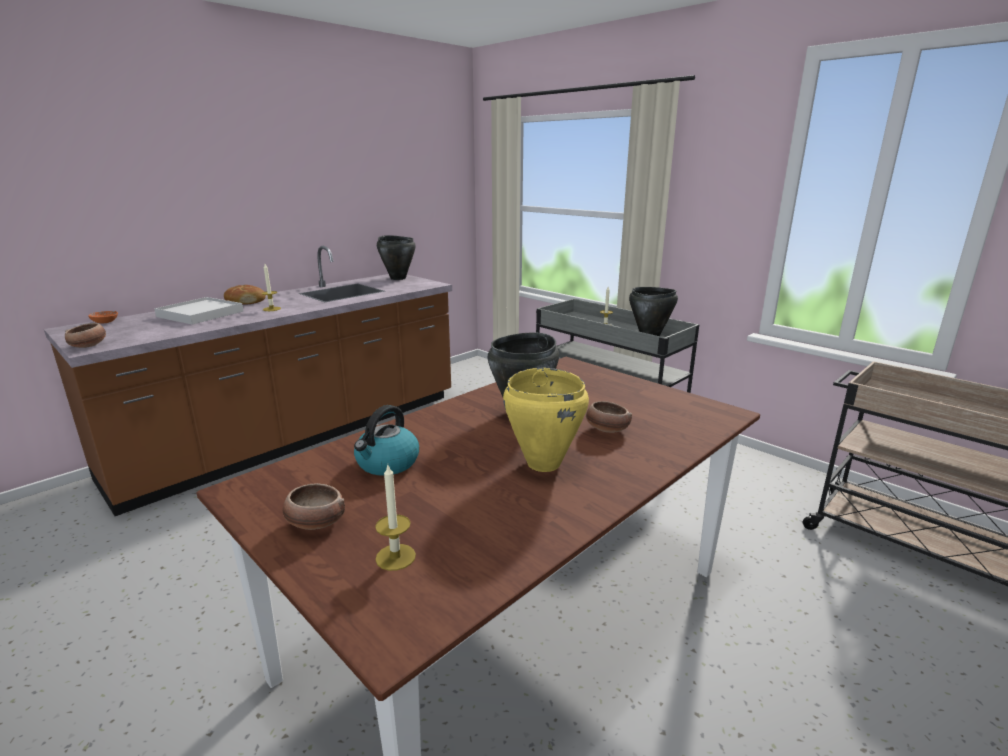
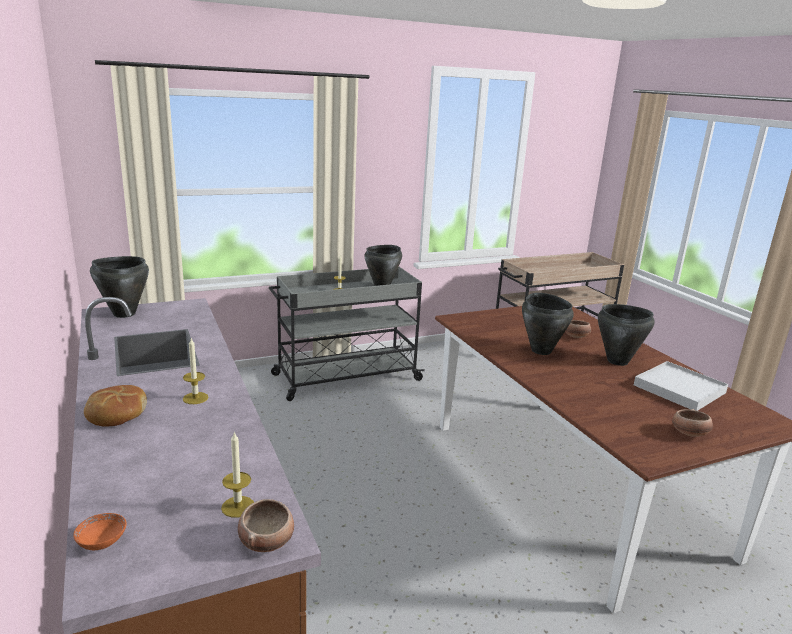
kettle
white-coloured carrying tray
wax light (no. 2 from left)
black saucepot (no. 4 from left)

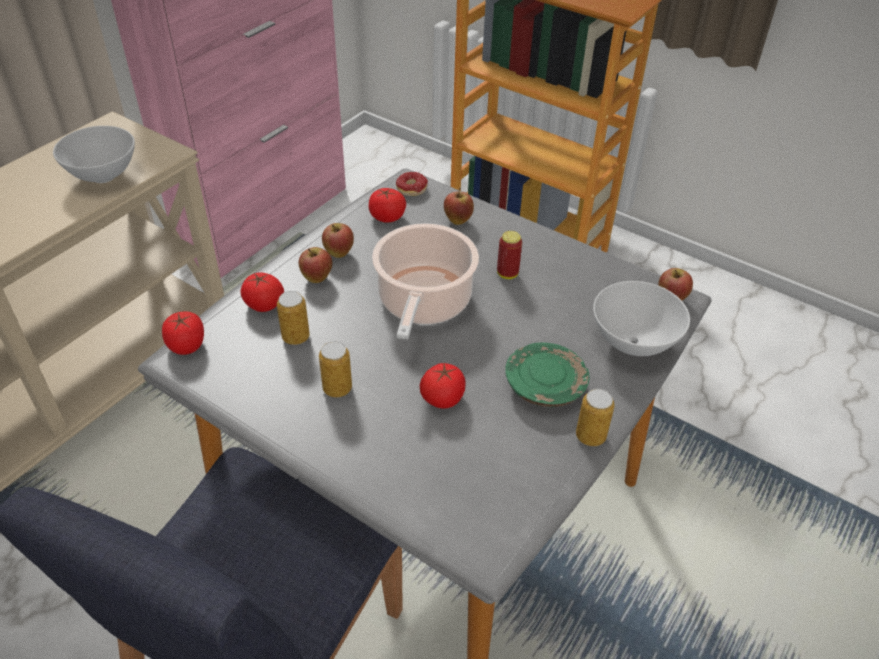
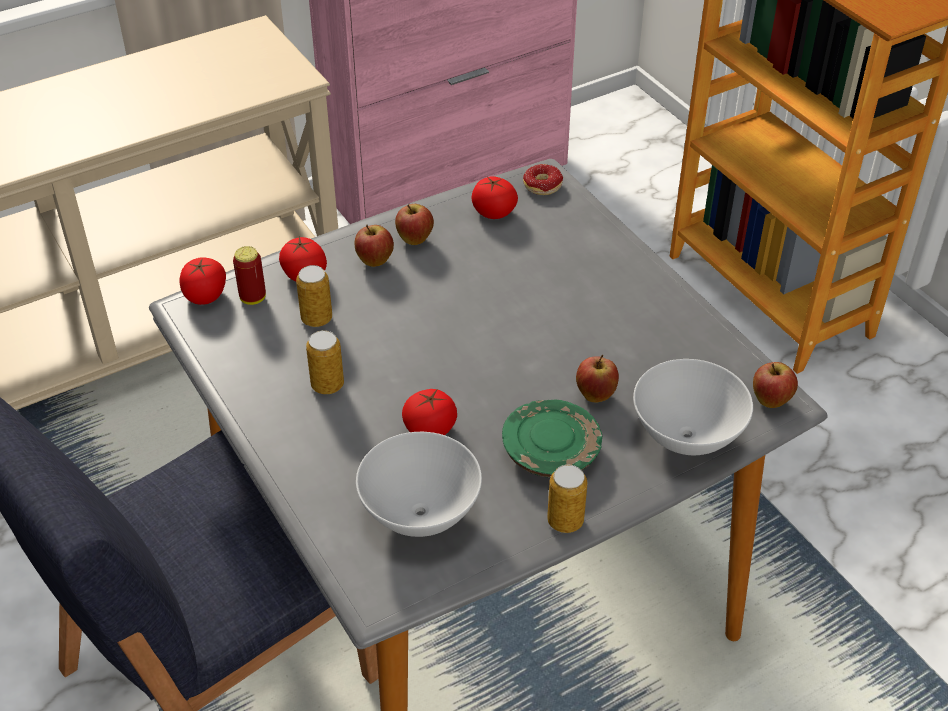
saucepot
white-coloured serving bowl (no. 1 from left)
apple (no. 3 from left)
sealed can (no. 1 from left)

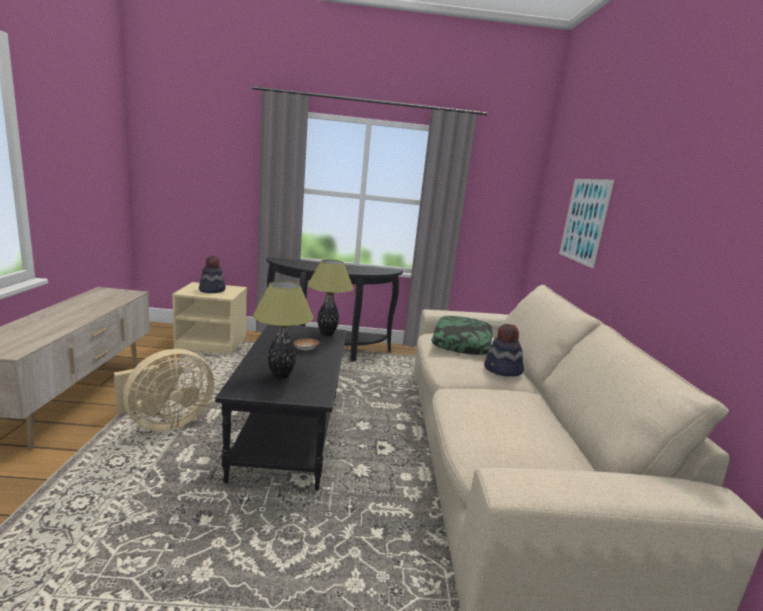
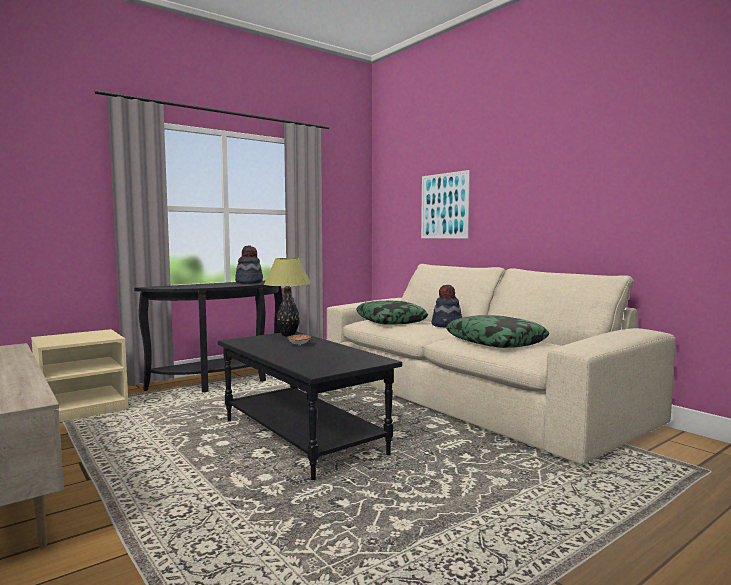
beige fan
table lamp (no. 1 from left in the first image)
pillow (no. 2 from left)
clothing hat (no. 1 from left)

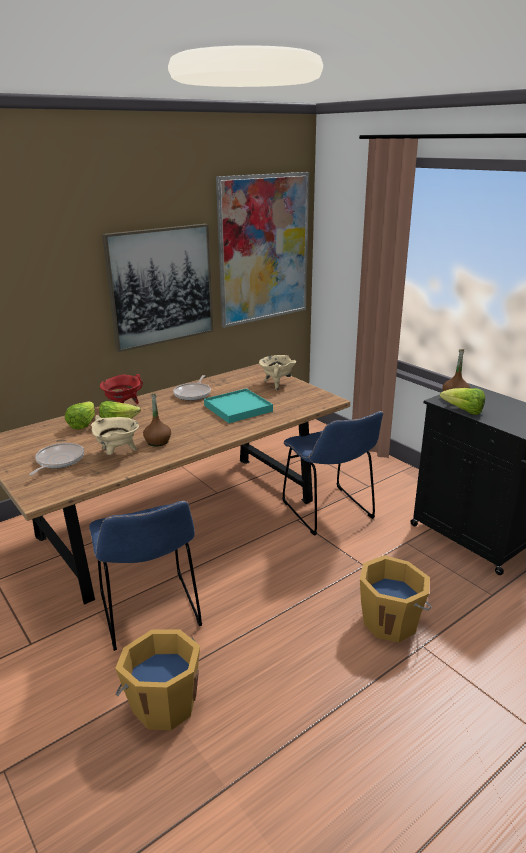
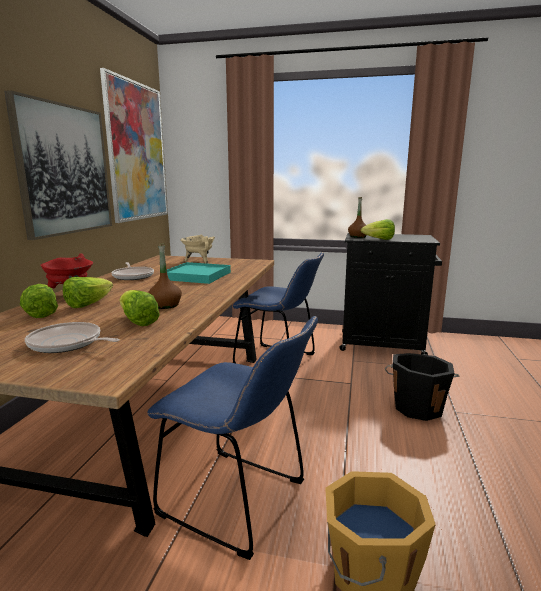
head of lettuce (no. 3 from left)
black water bucket
pan (no. 1 from left)

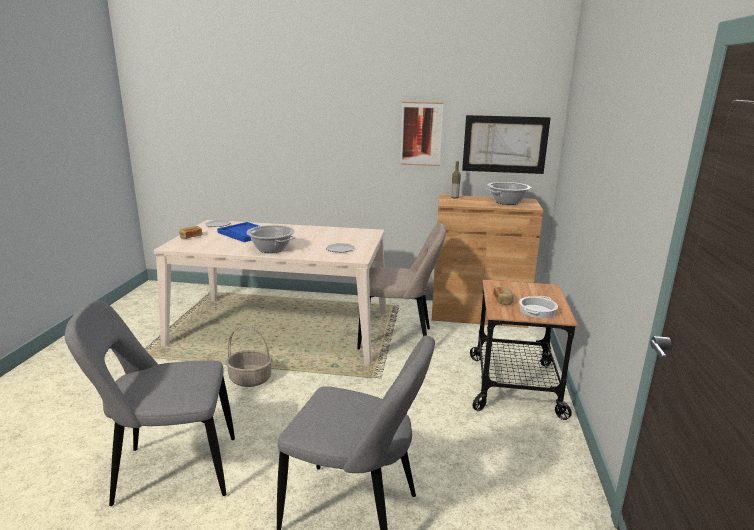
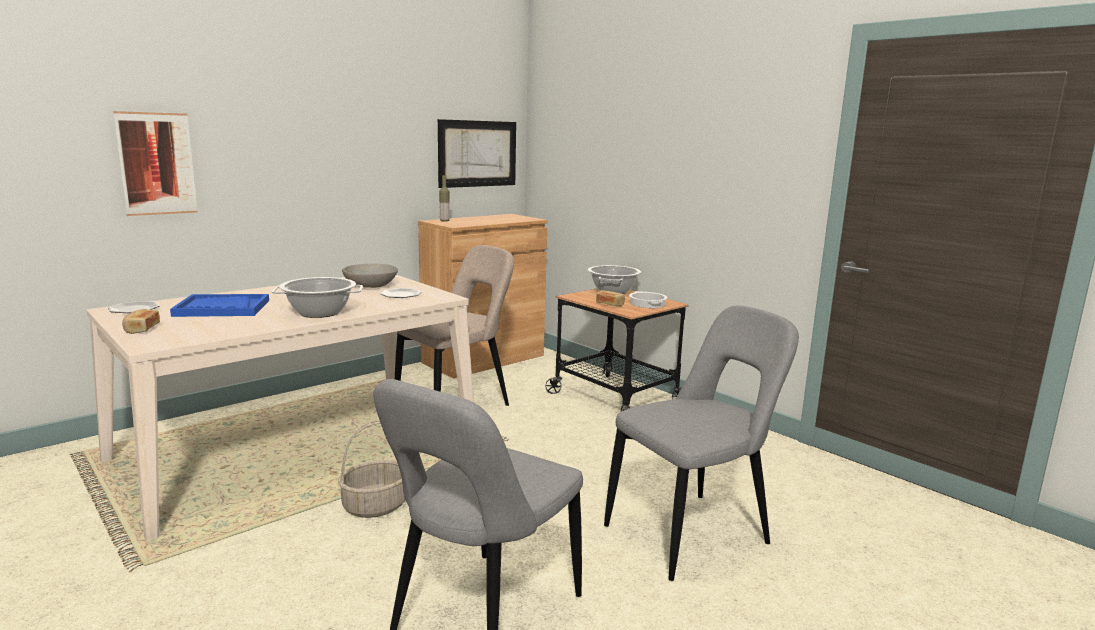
greyish serving bowl
picture (no. 1 from left)
saucepot (no. 2 from left)

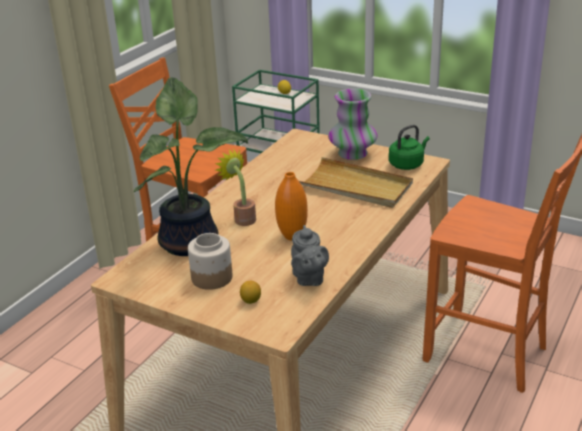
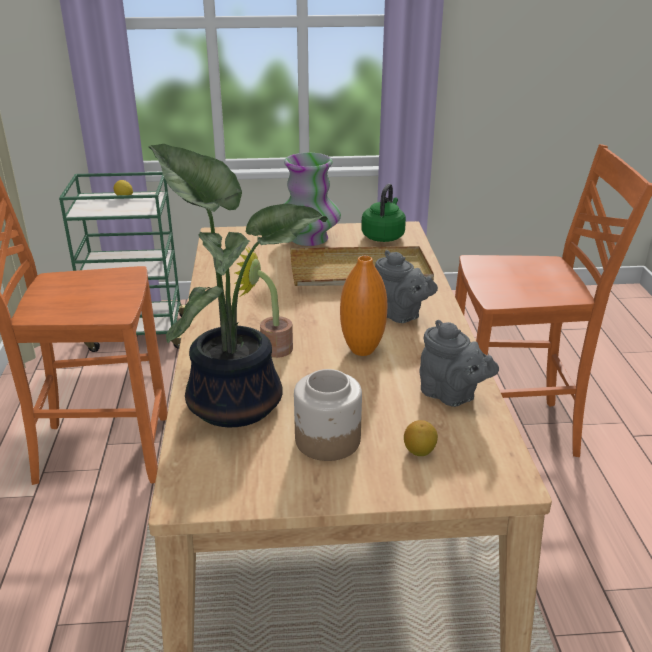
greyish tea pot (no. 1 from left)

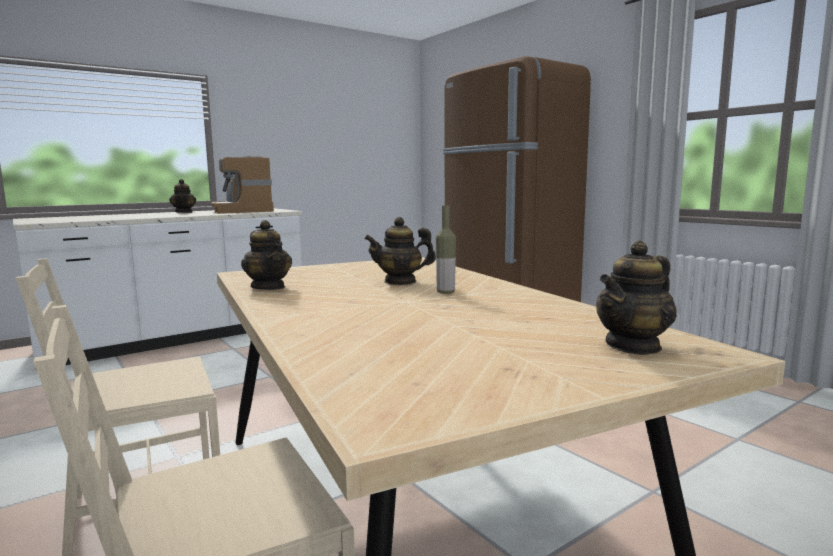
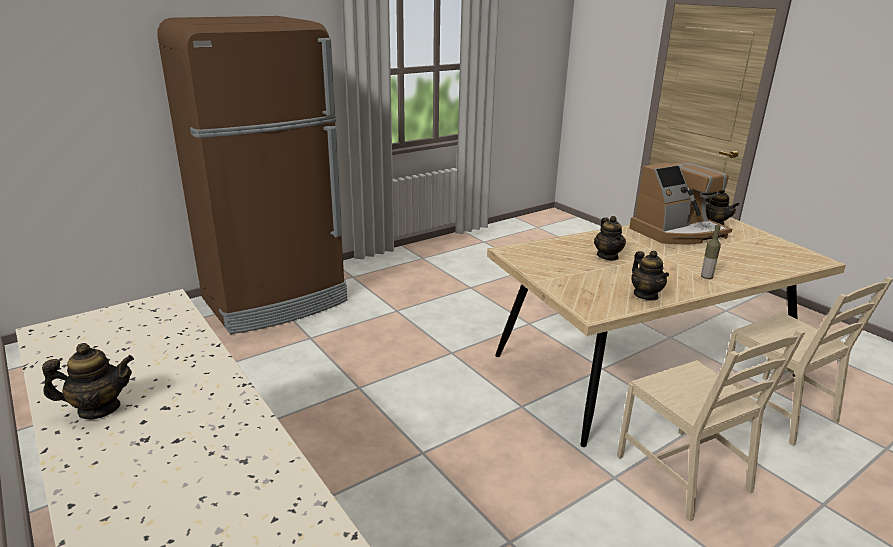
coffee brewer
beverage bottle
tea pot (no. 3 from left)

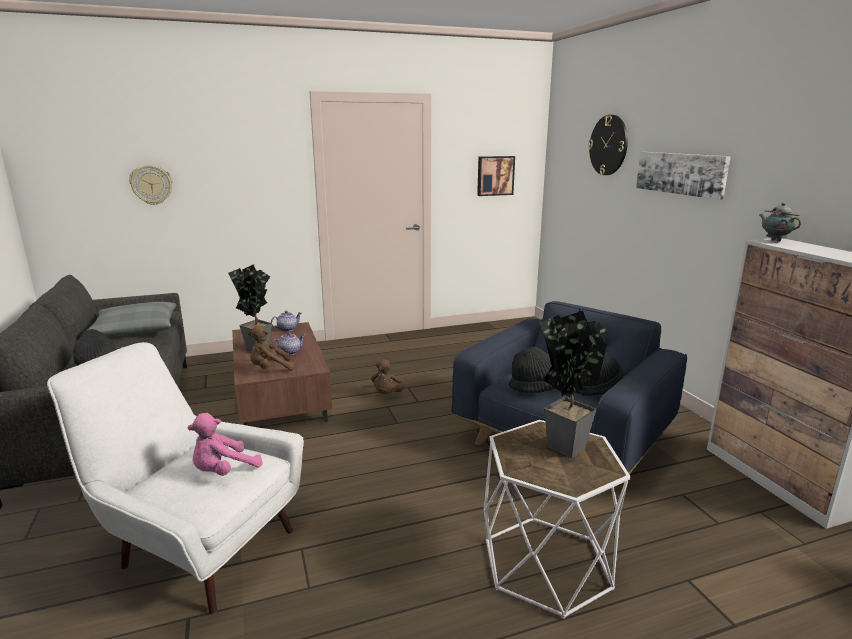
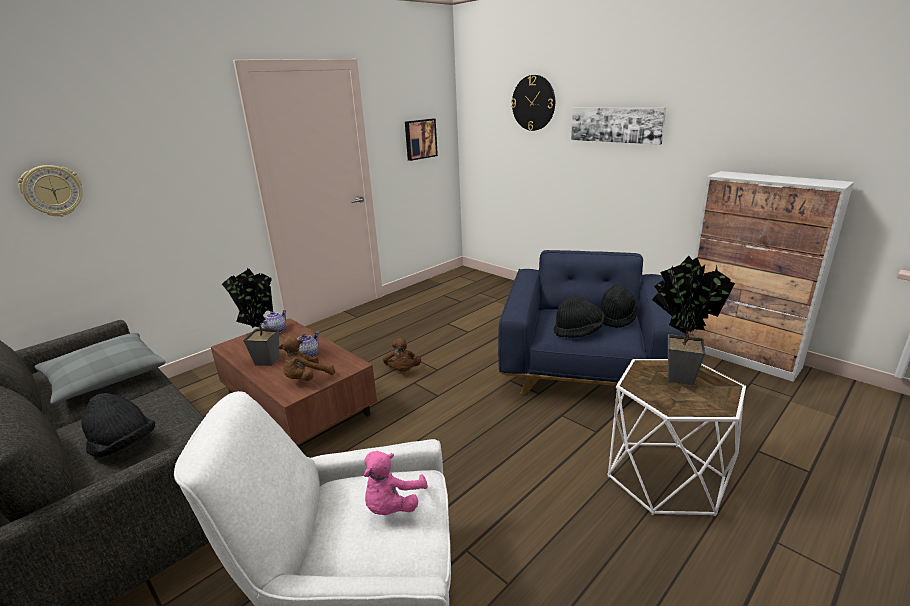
tea pot (no. 3 from left in the first image)

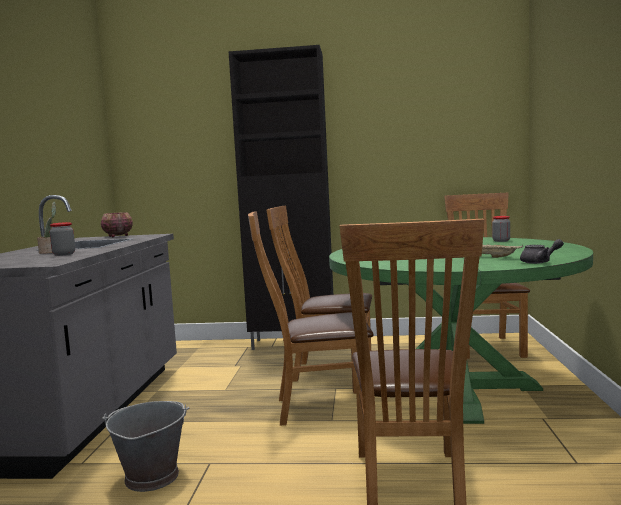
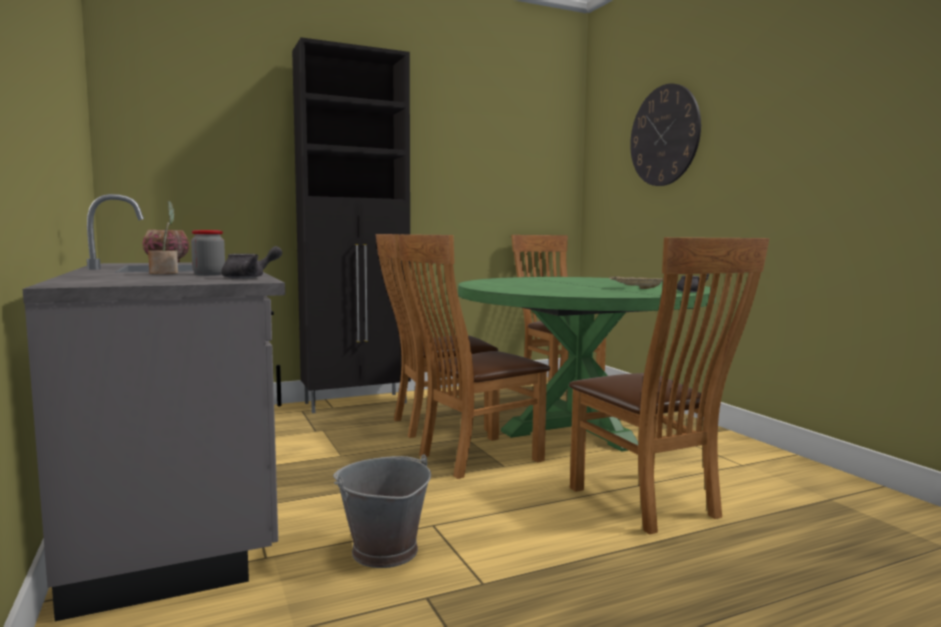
jar (no. 2 from left in the first image)
greyish tea pot (no. 1 from left)
hanging clock

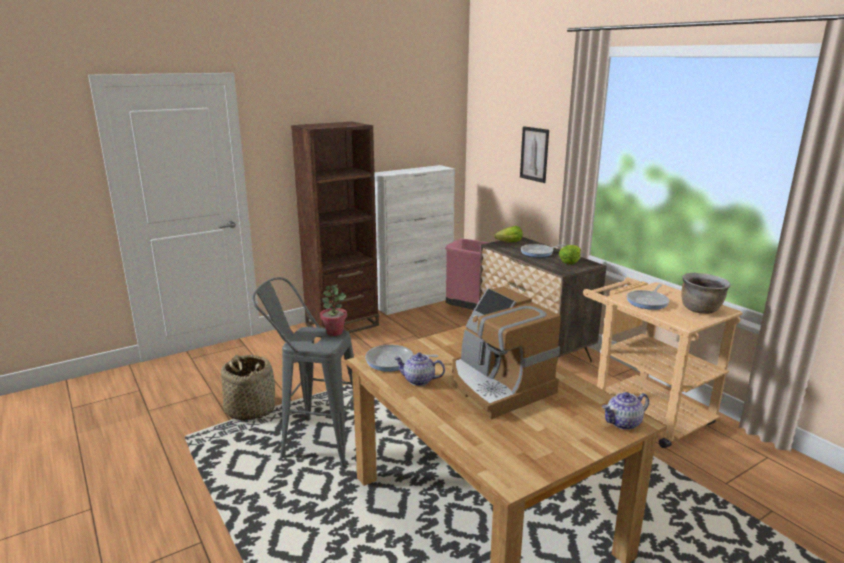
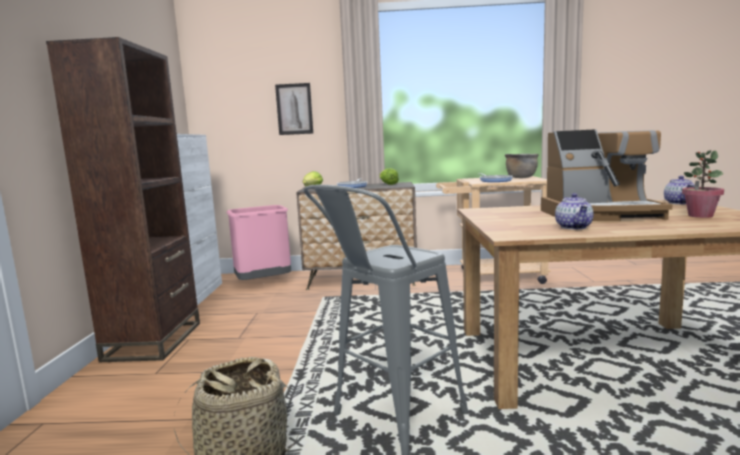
pan (no. 1 from left in the first image)
houseplant
tea pot (no. 1 from left)

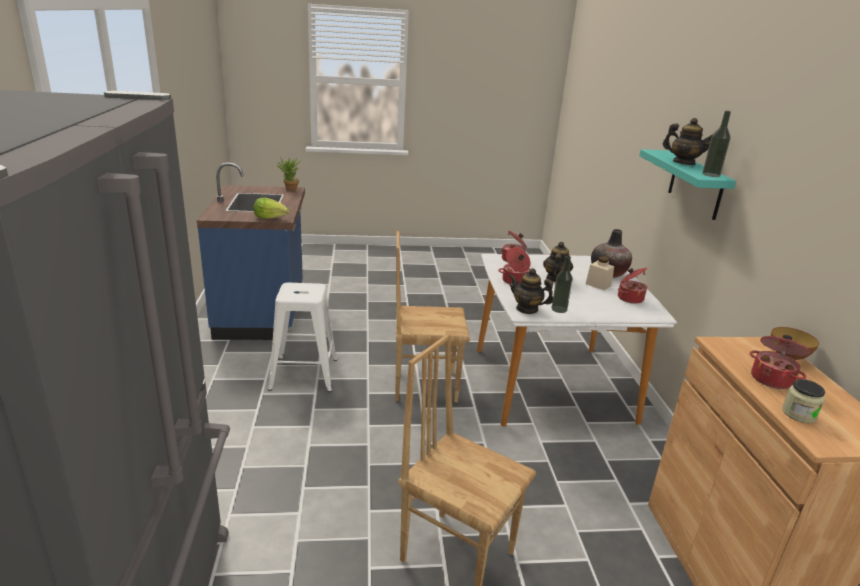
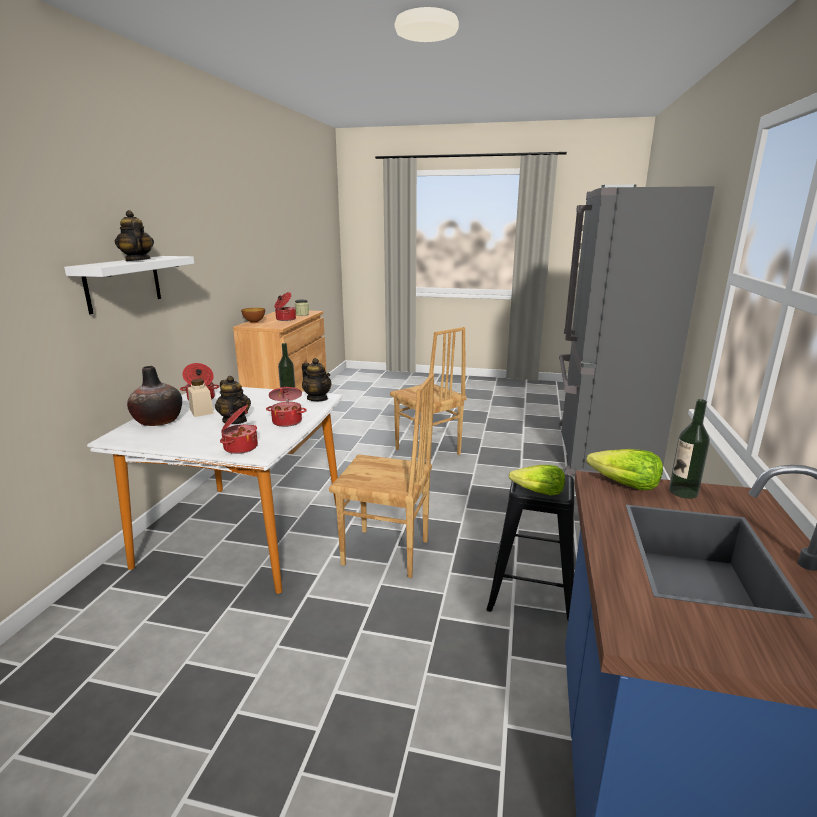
houseplant
head of lettuce (no. 1 from left)
beverage bottle (no. 2 from left)
black sitting stool
white-coloured bracket shelf
tea pot (no. 2 from left)

